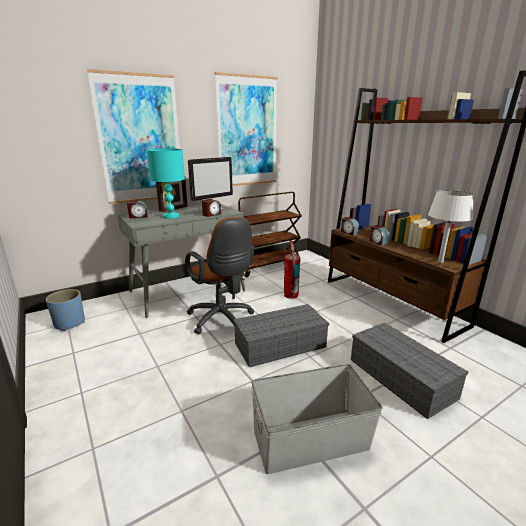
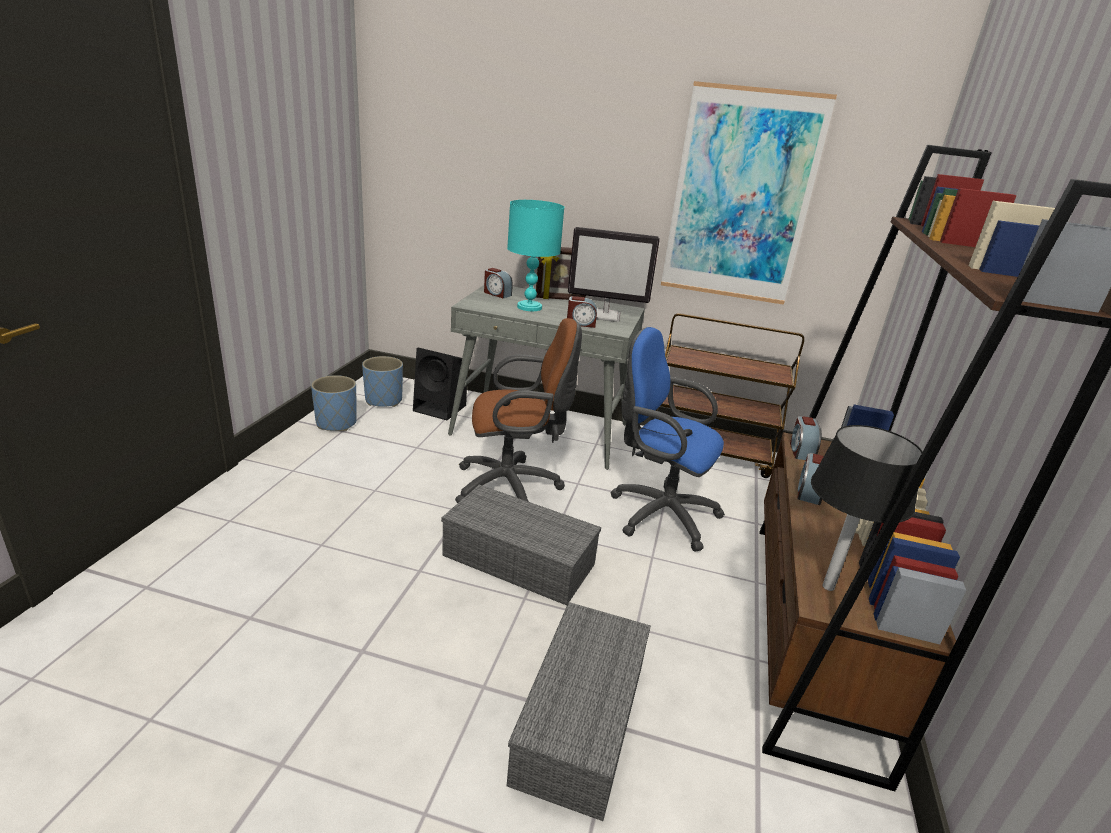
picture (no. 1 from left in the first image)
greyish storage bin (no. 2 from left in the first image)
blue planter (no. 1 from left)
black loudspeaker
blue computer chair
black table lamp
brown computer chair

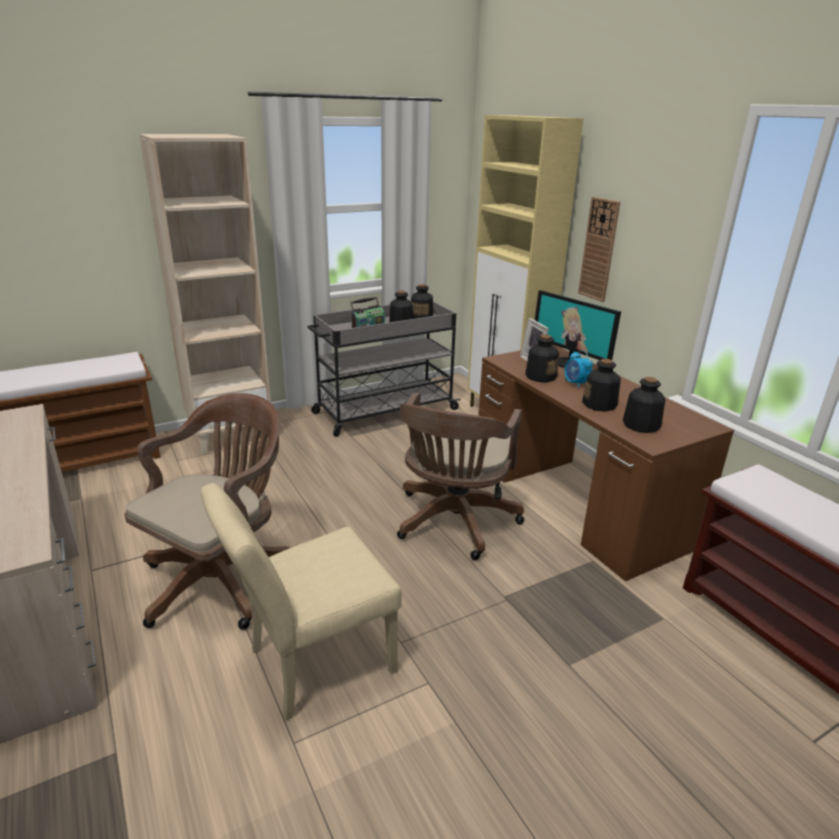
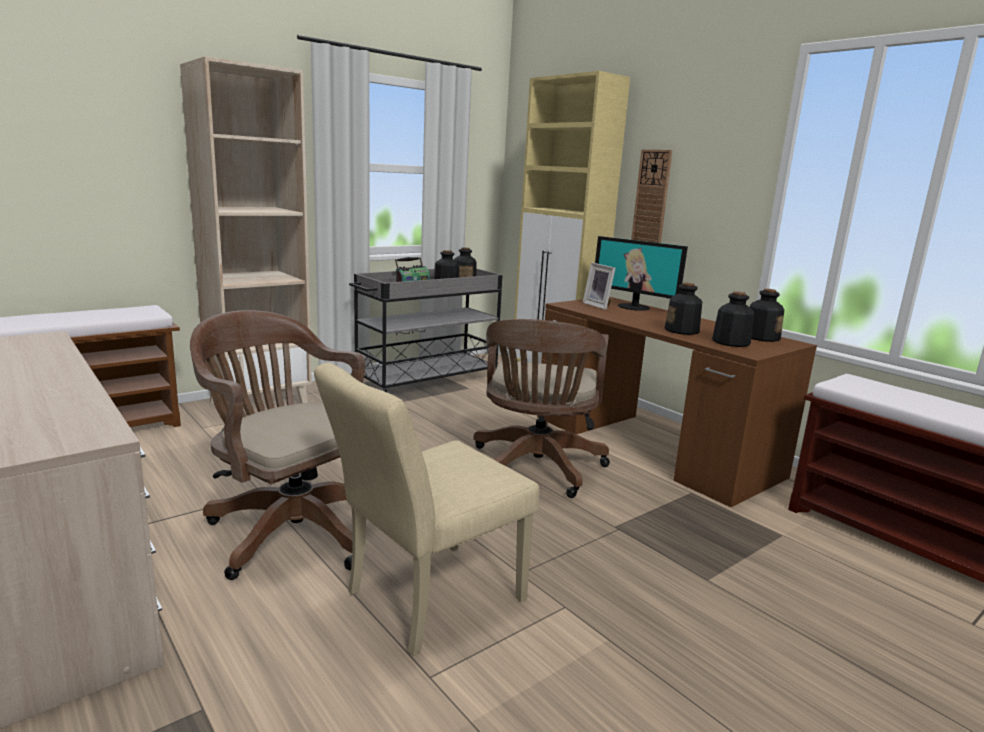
table clock
beverage bottle (no. 5 from left)
brown computer chair (no. 1 from left)

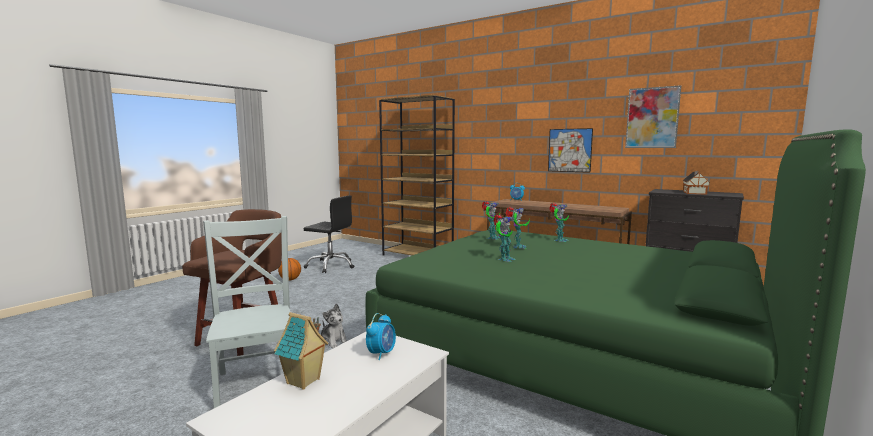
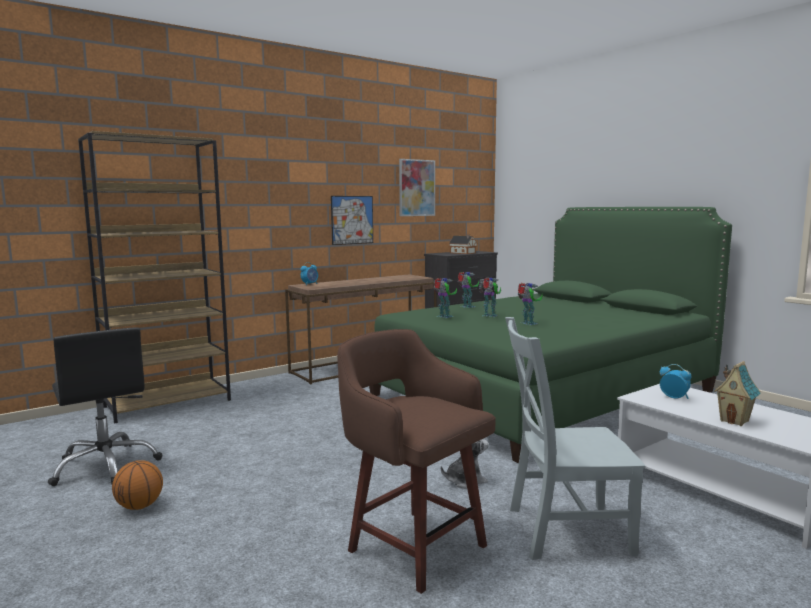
black computer chair

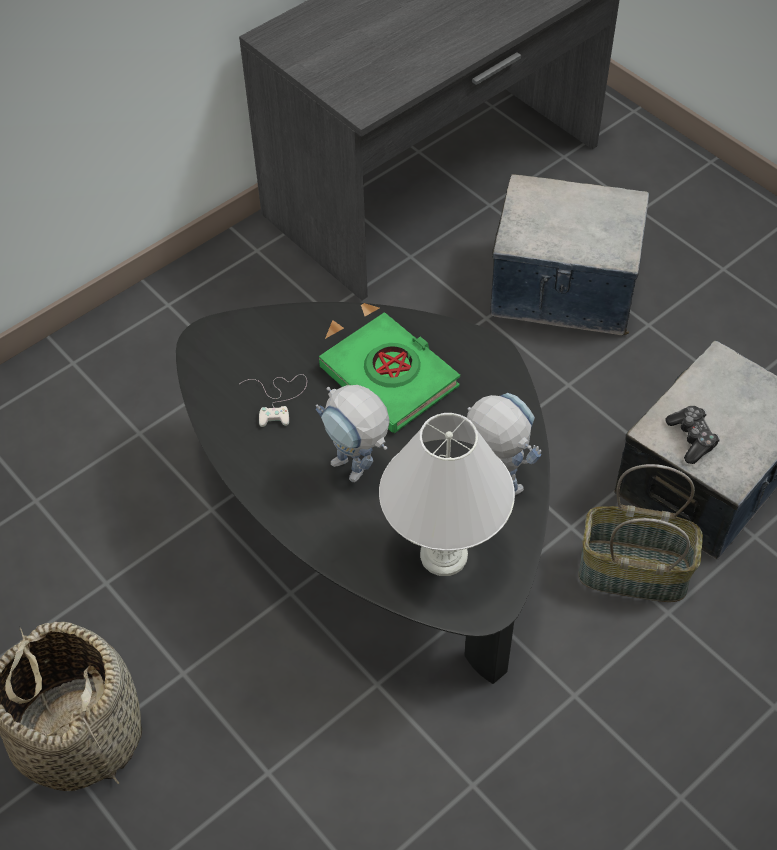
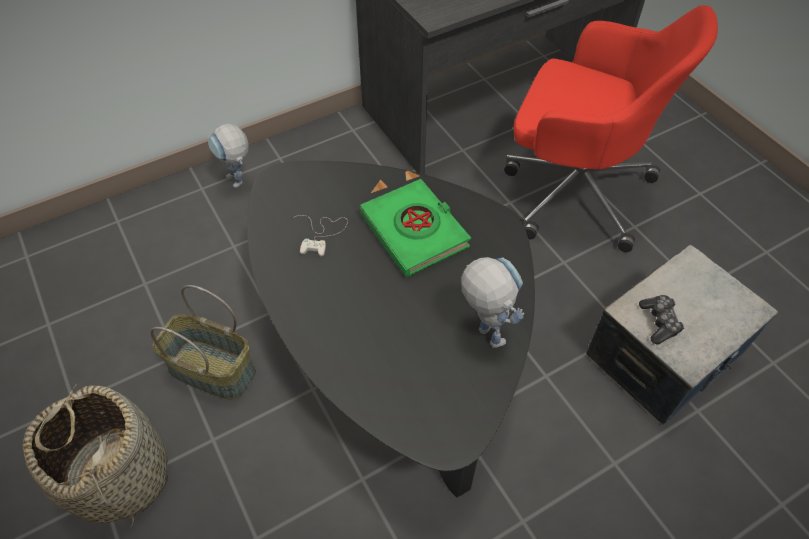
white-coloured table lamp
robot figure (no. 1 from left)
household basket (no. 2 from left)
red-coloured computer chair

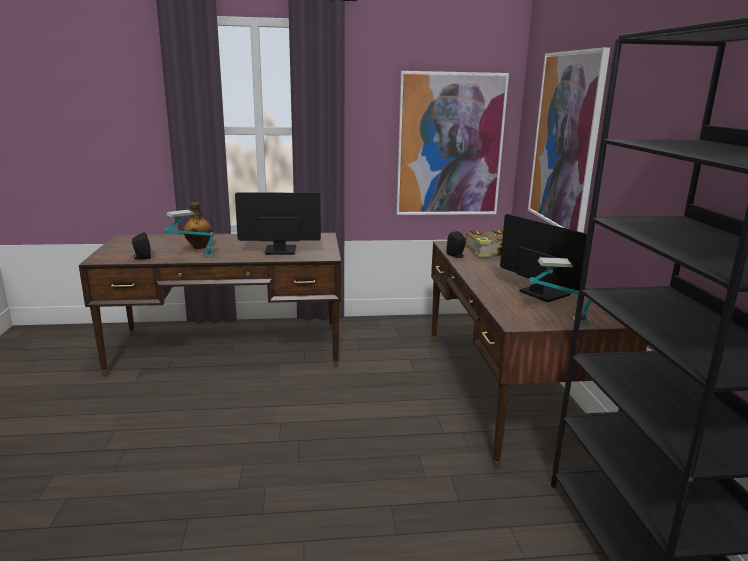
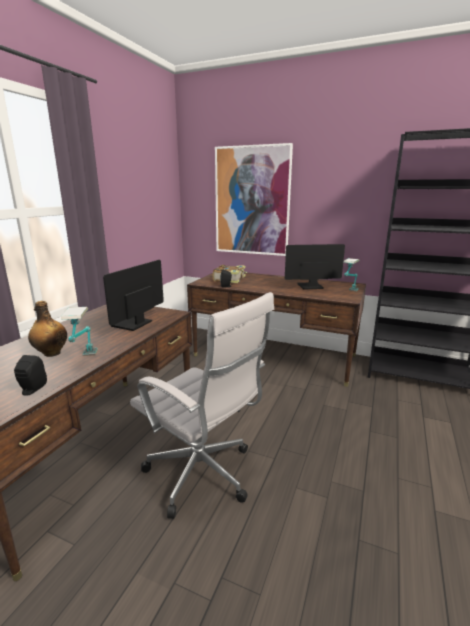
picture (no. 1 from left in the first image)
white-coloured computer chair

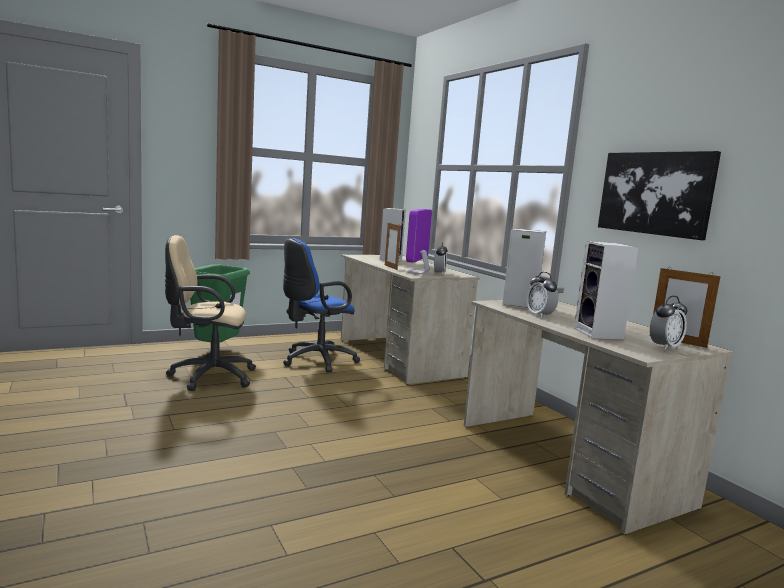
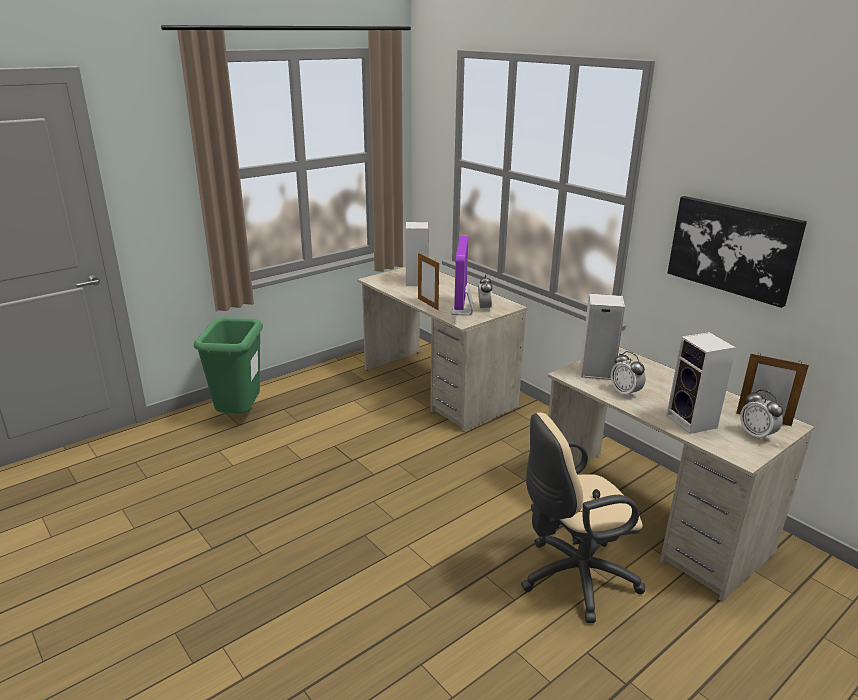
blue computer chair
beige computer chair
table clock (no. 3 from left)

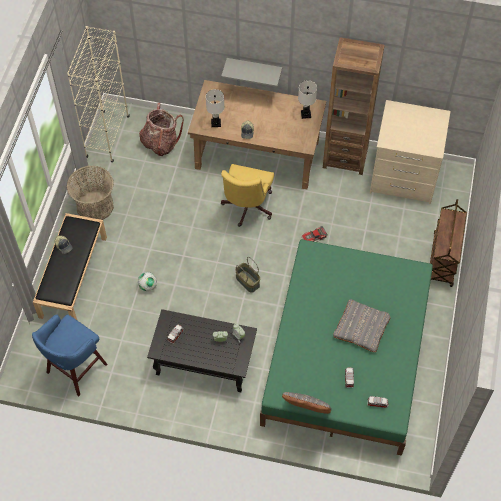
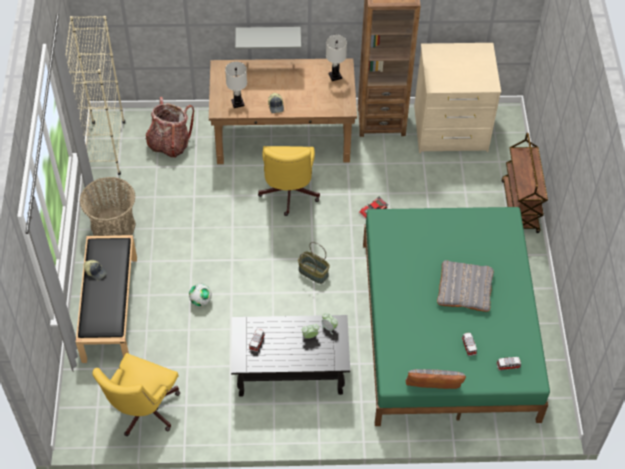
yellow computer chair (no. 1 from left)

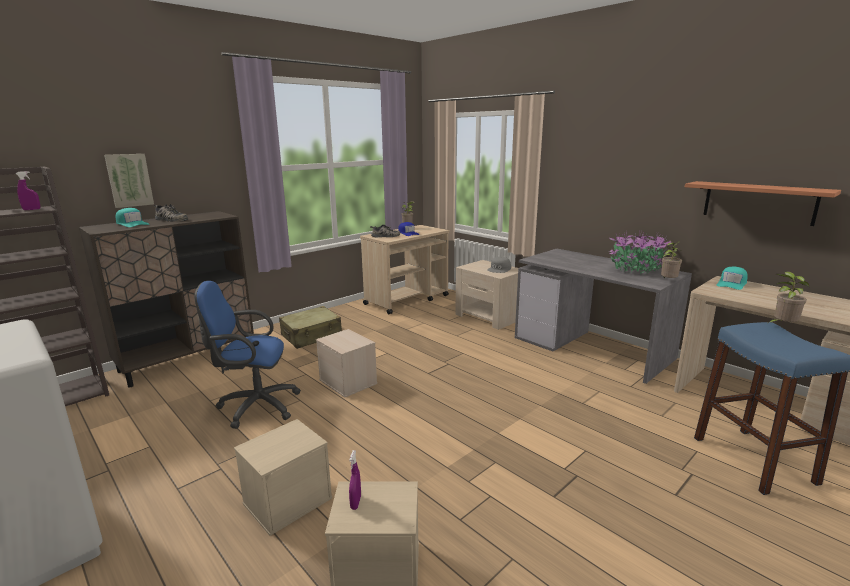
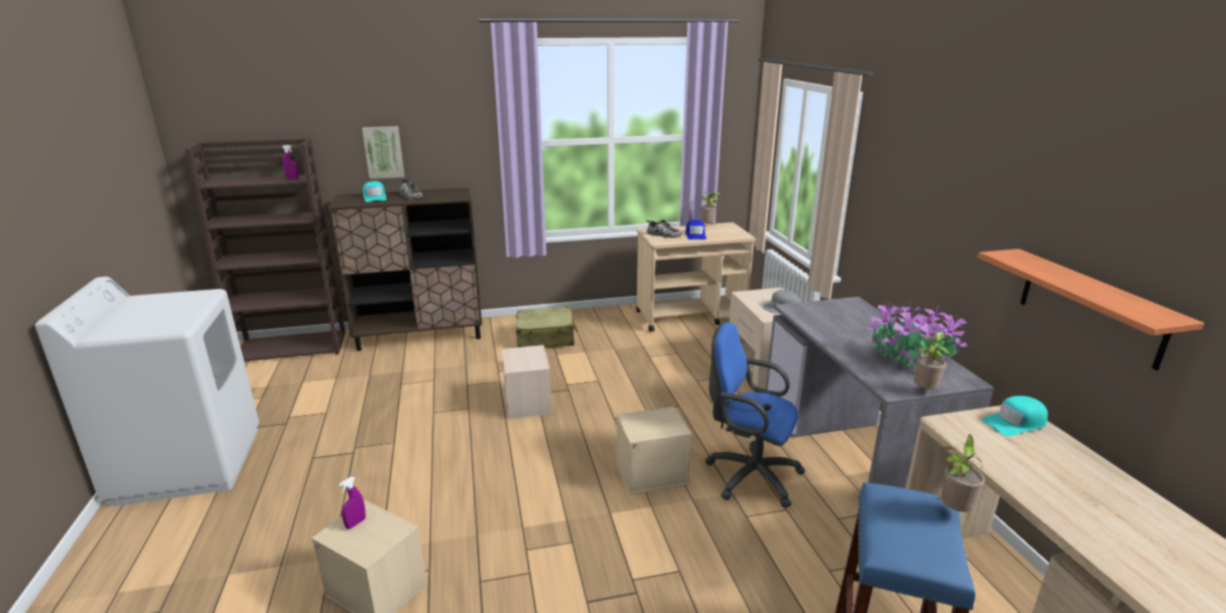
blue computer chair
beige storage bin (no. 3 from left)

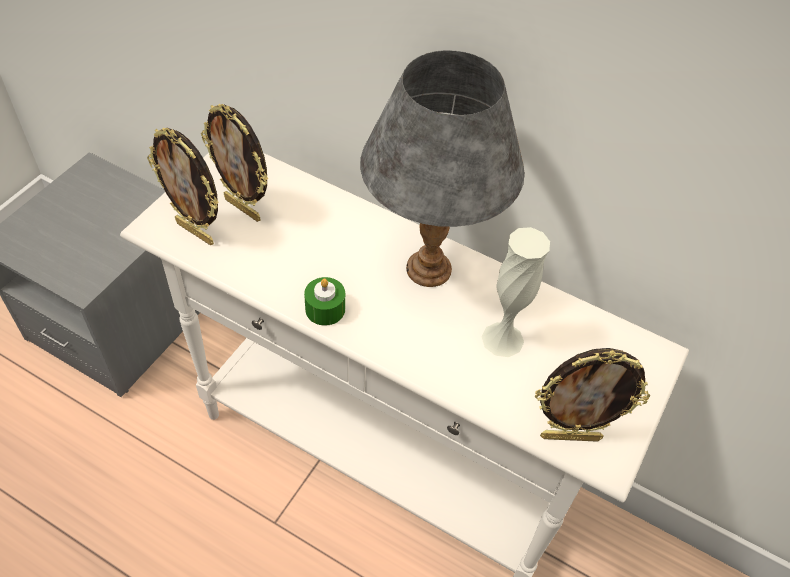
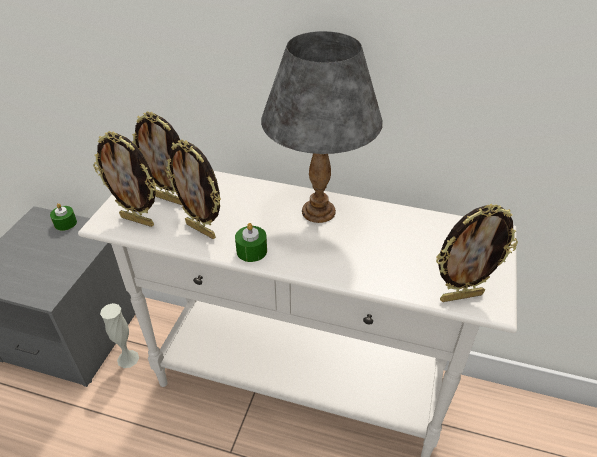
green-coloured wax light (no. 1 from left)
picture frame (no. 3 from left)
white-coloured vase

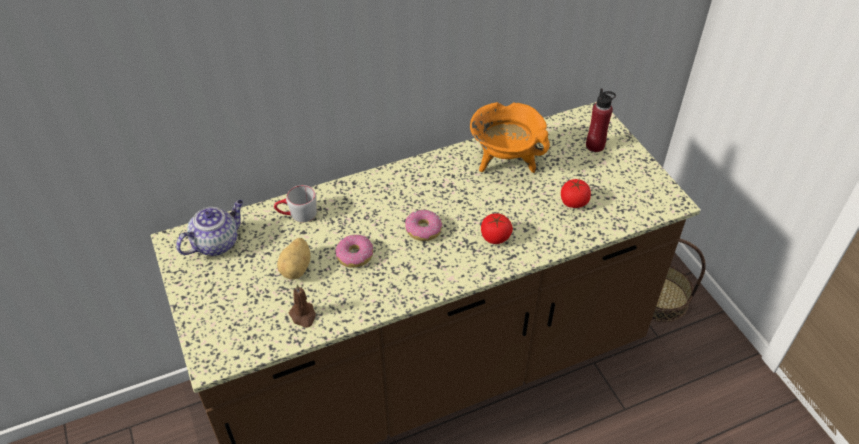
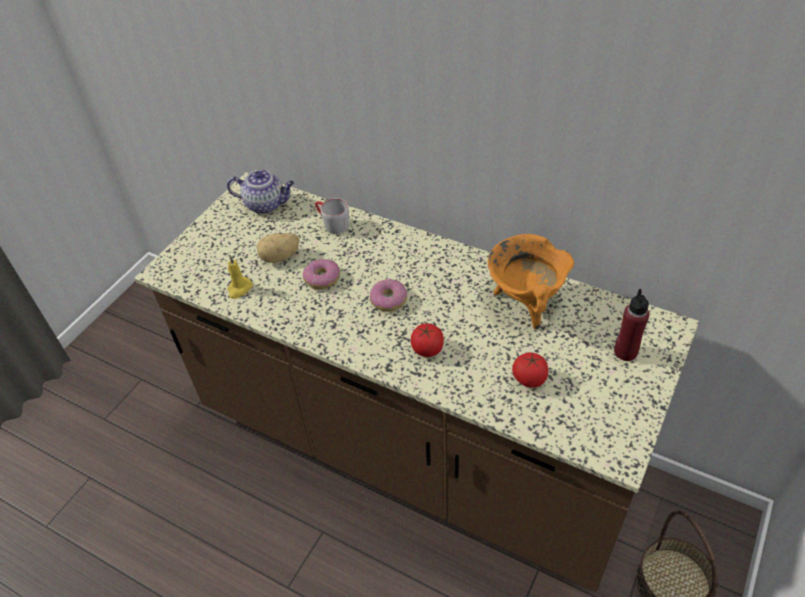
yellow wax light

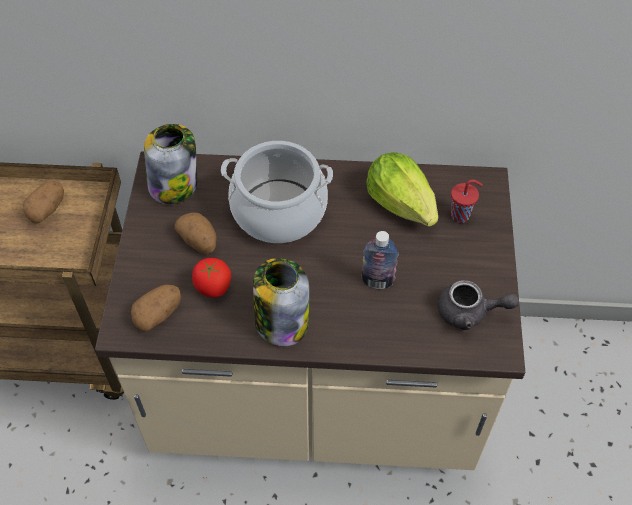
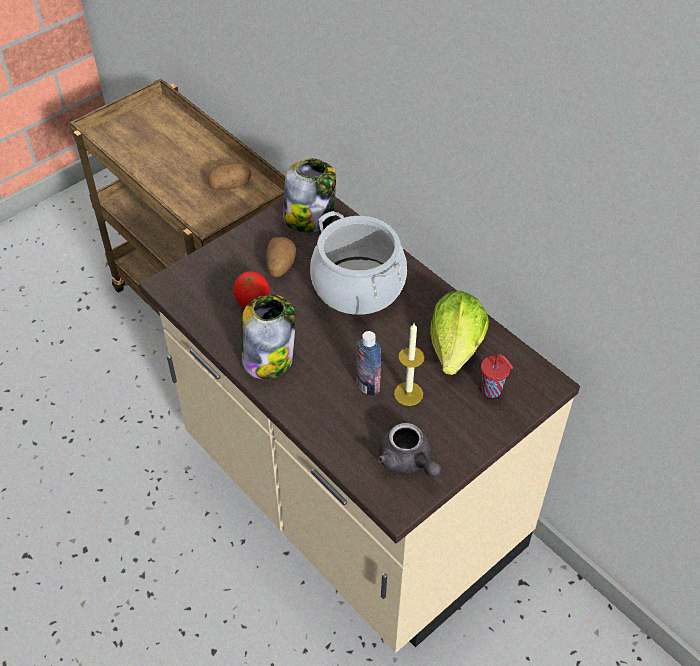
spud (no. 2 from left in the first image)
wax light

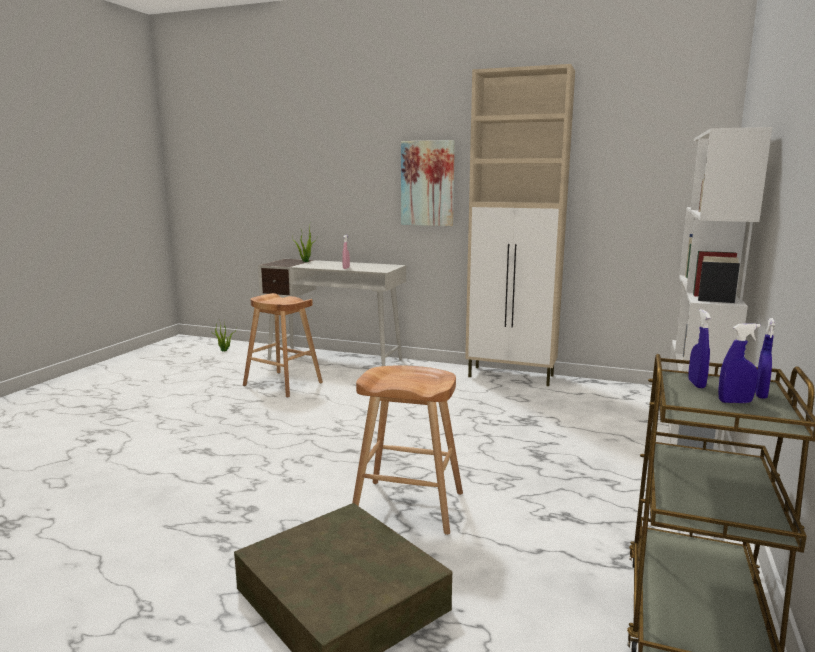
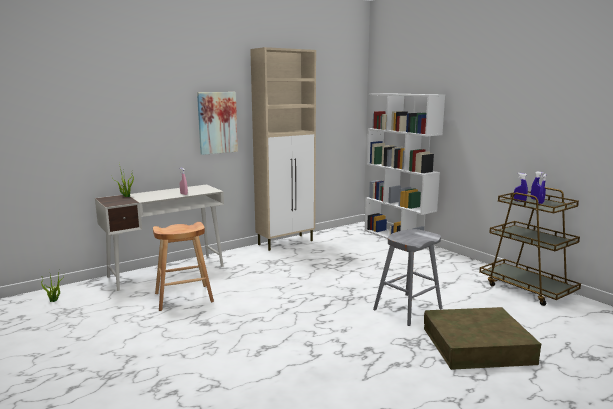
greyish sitting stool

